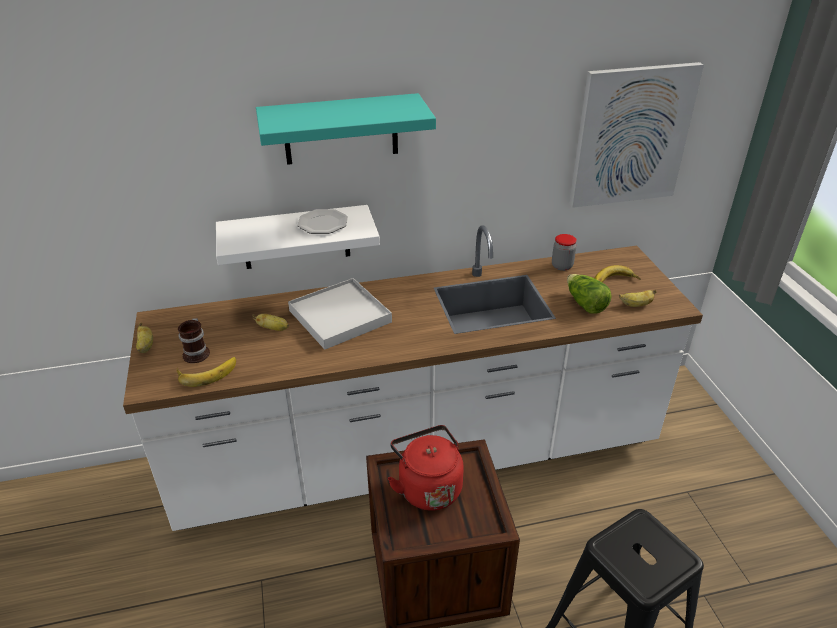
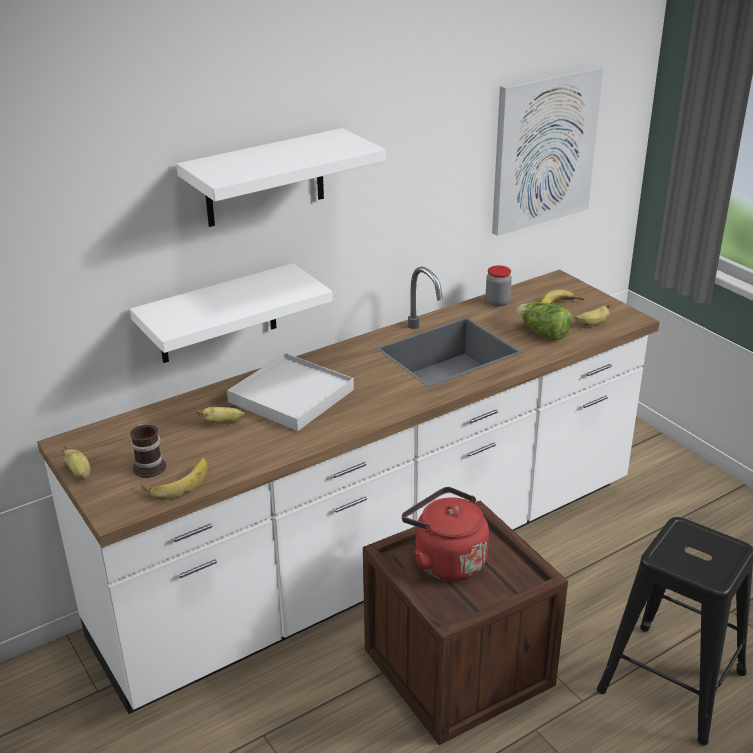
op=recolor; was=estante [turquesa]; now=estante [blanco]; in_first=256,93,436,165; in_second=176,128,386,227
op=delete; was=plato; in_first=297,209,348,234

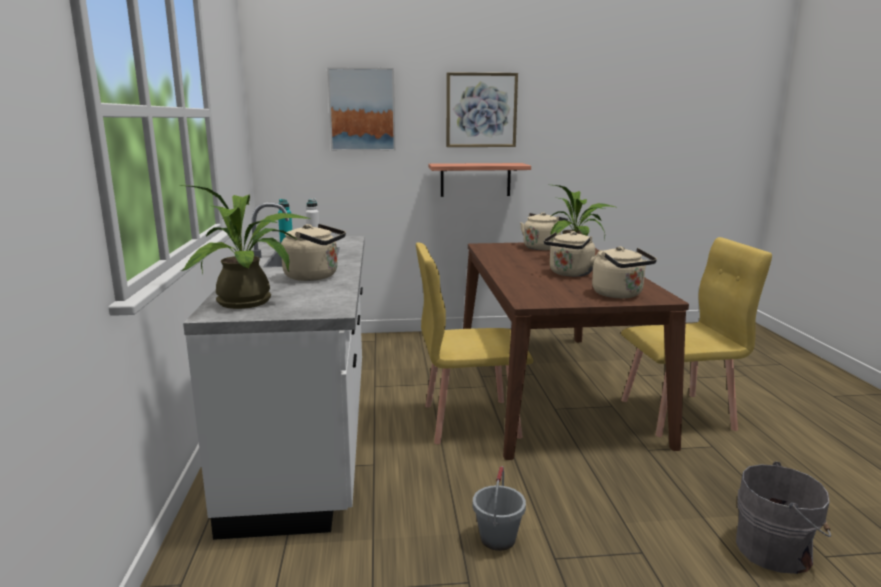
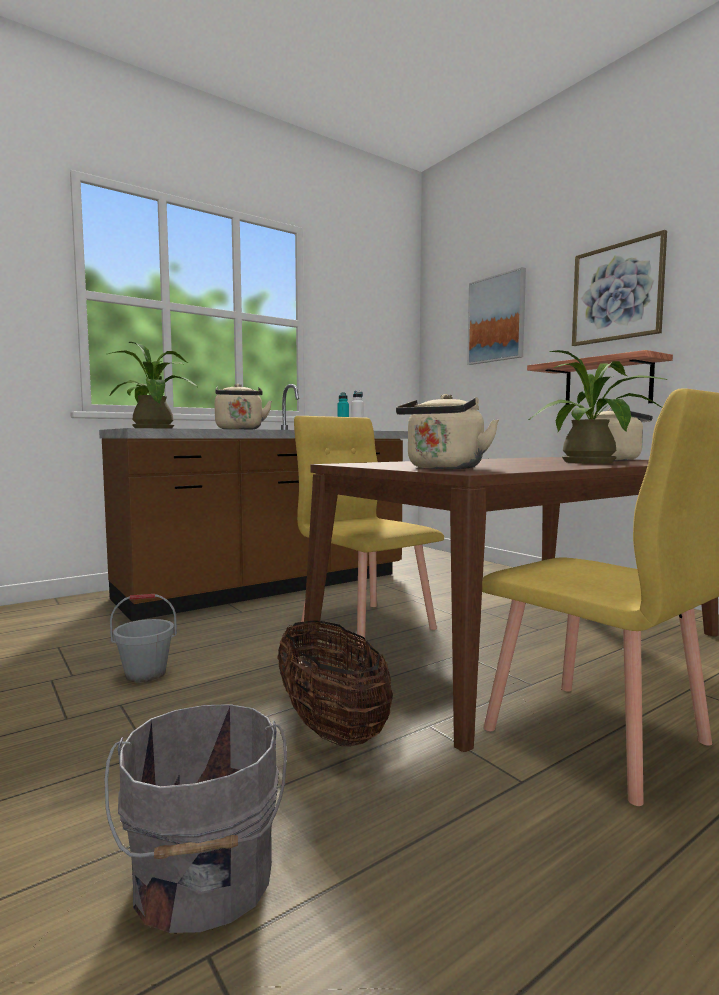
op=recolor; was=mueble bajo de cocina [blanco]; now=mueble bajo de cocina [marrón]; in_first=183,202,364,540; in_second=99,384,408,621
op=delete; was=hervidor [beis]; in_first=544,231,603,277
op=insert; now=cesta; in_second=277,620,393,747

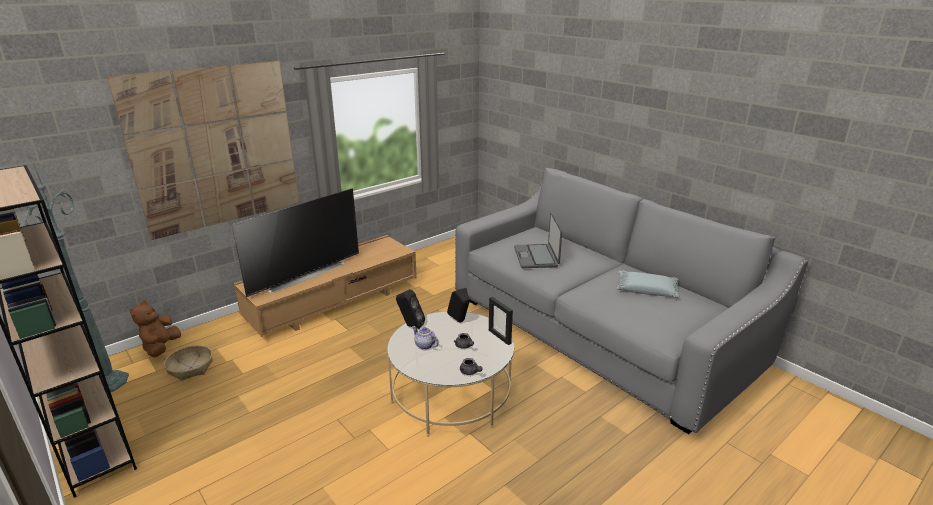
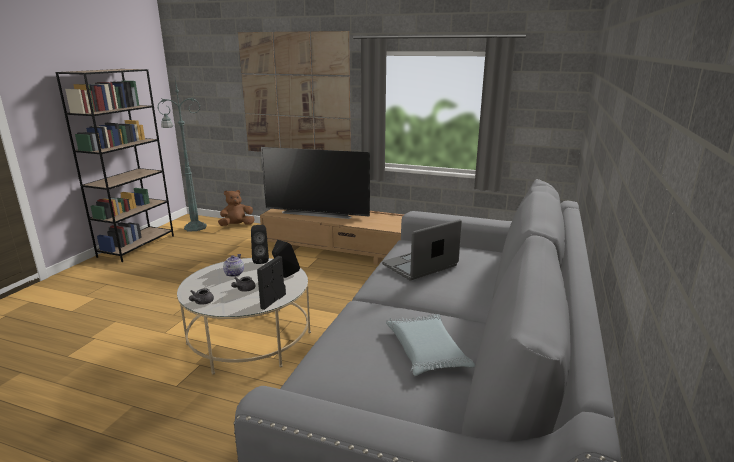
op=delete; was=cesta; in_first=164,345,213,381

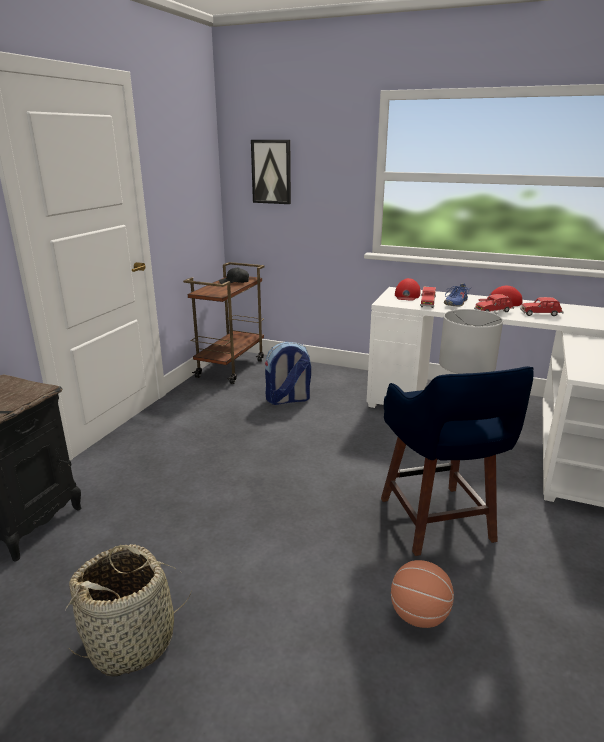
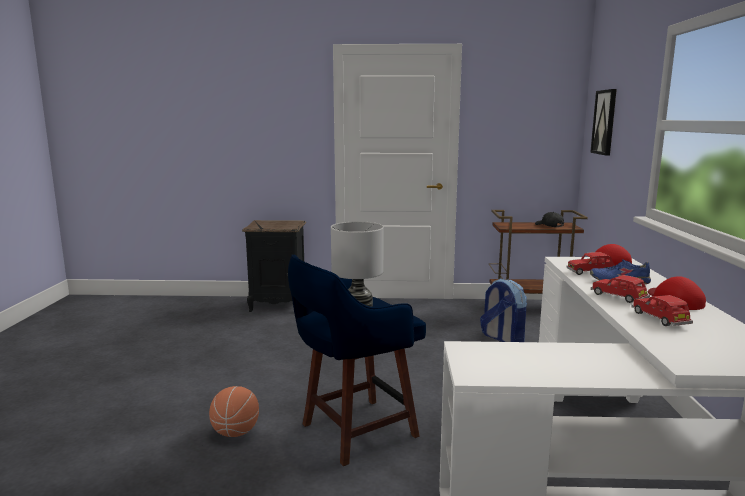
op=delete; was=cesta; in_first=65,544,192,677

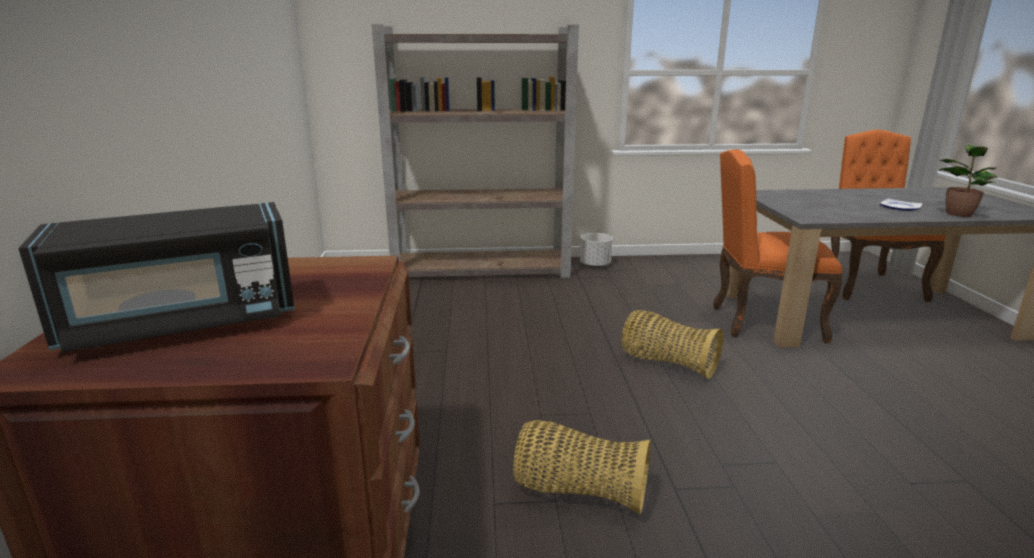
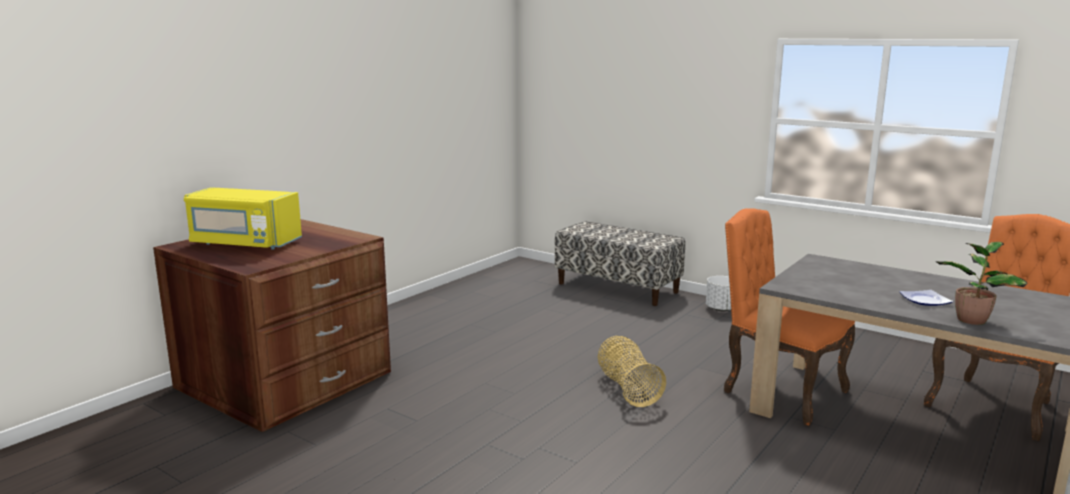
op=replace; was=estantería [marrón]; now=banco; in_first=372,24,579,278; in_second=555,221,685,306
op=recolor; was=microondas [negro]; now=microondas [amarillo]; in_first=18,202,295,353; in_second=184,187,302,250
op=delete; was=cesta; in_first=513,420,651,514

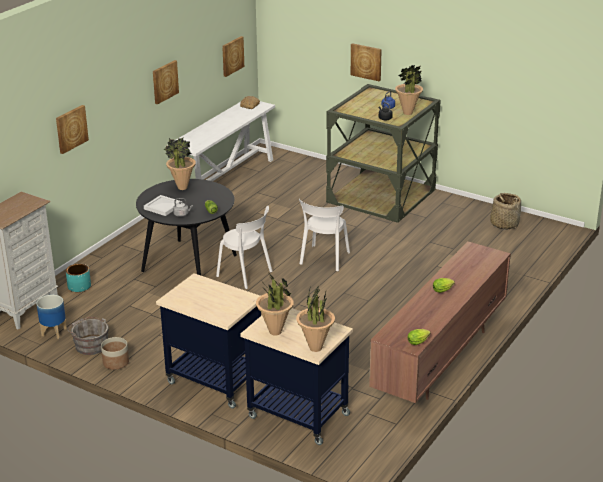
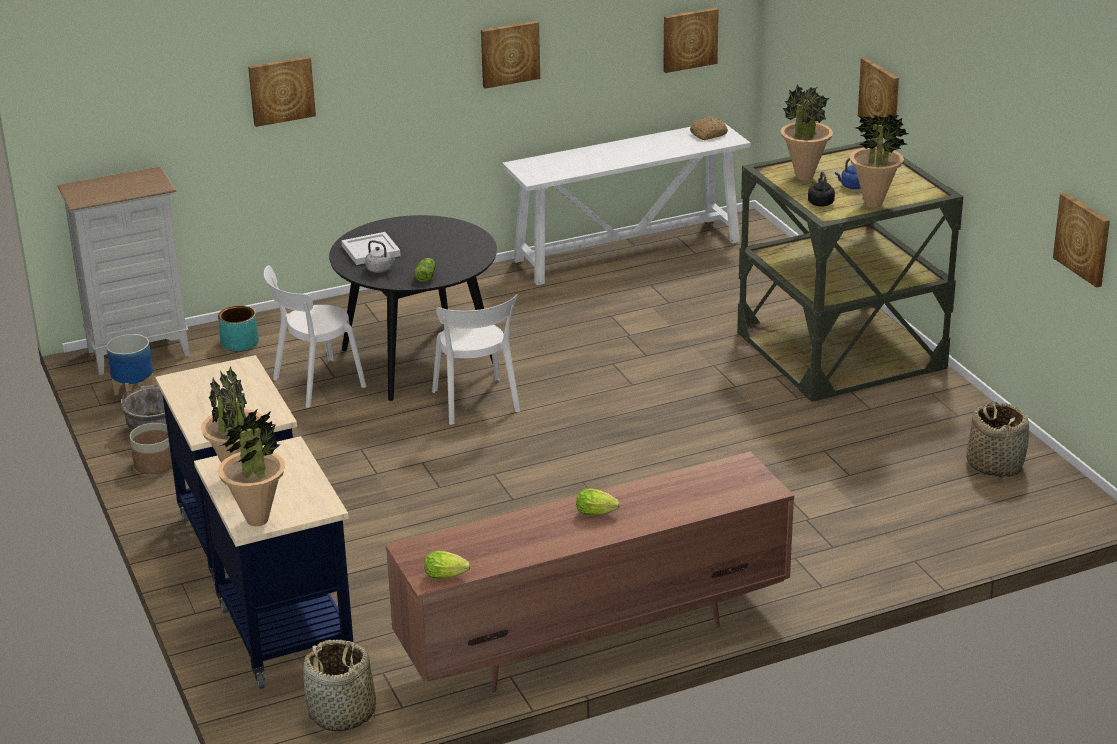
op=move; was=planta en maceta; in_first=164,137,196,190; in_second=781,84,833,181
op=move; was=silla [blanco]; in_first=299,199,350,271; in_second=264,265,366,408
op=insert; now=cuadro; in_second=1053,193,1110,288
op=insert; now=cesta; in_second=303,640,376,731

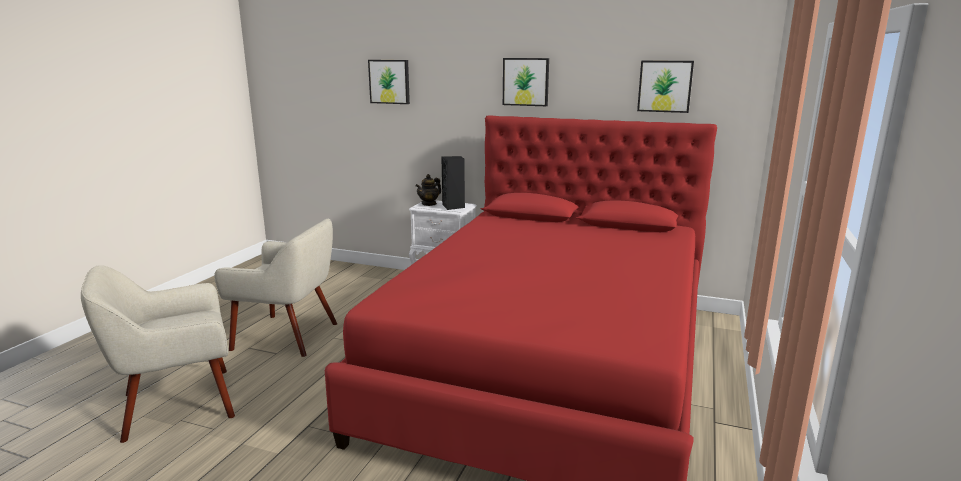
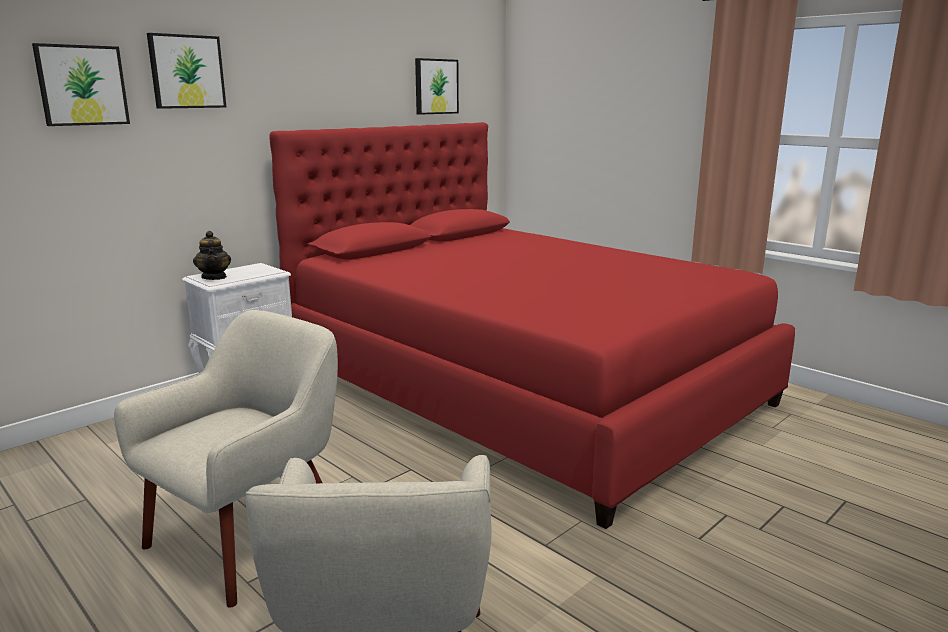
op=move; was=cuadro; in_first=503,58,549,106; in_second=147,33,227,109
op=delete; was=altavoz [negro]; in_first=441,156,465,210

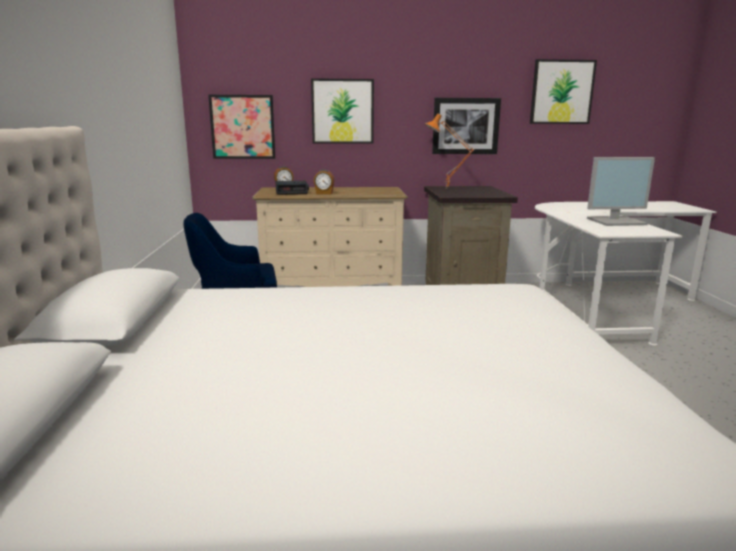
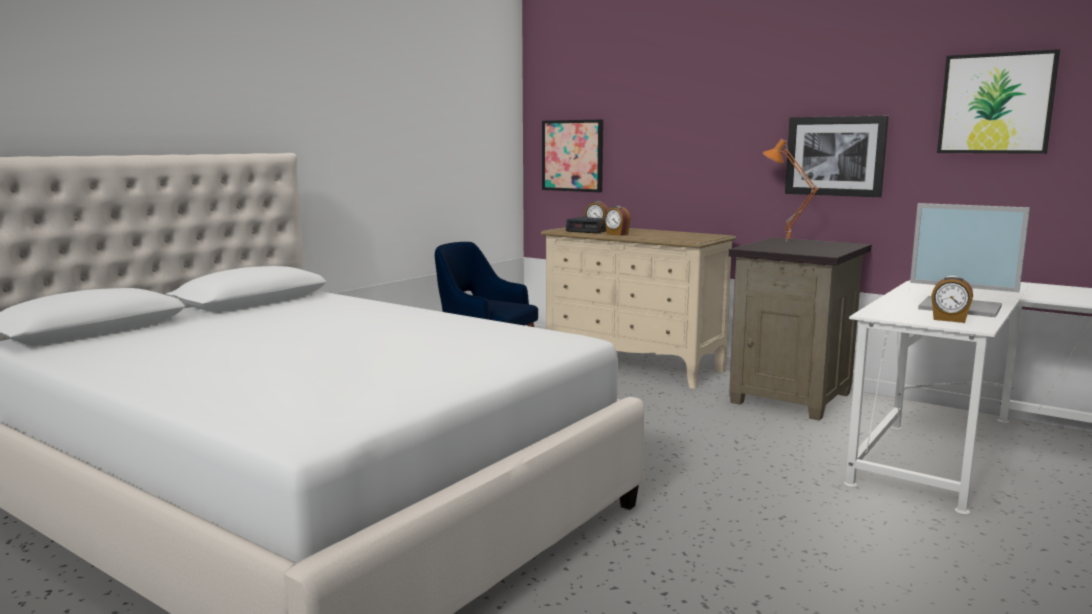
op=delete; was=cuadro; in_first=311,78,374,144
op=insert; now=despertador; in_second=931,276,973,323

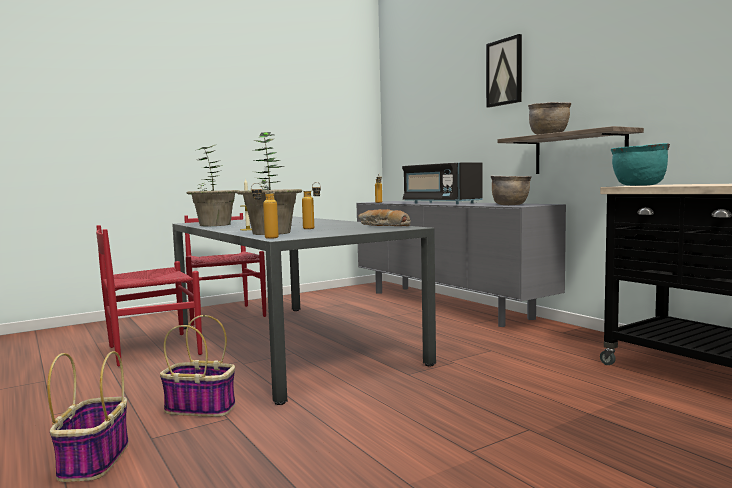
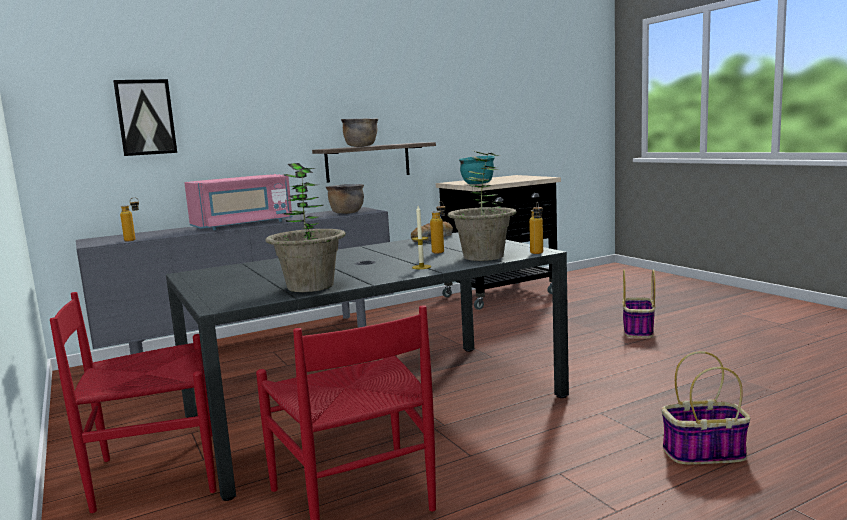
op=move; was=cuadro; in_first=486,34,522,108; in_second=113,79,177,156
op=recolor; was=microondas [negro]; now=microondas [rosa]; in_first=402,162,483,204; in_second=184,174,292,230
op=move; was=cesta; in_first=160,315,235,417; in_second=622,269,656,338

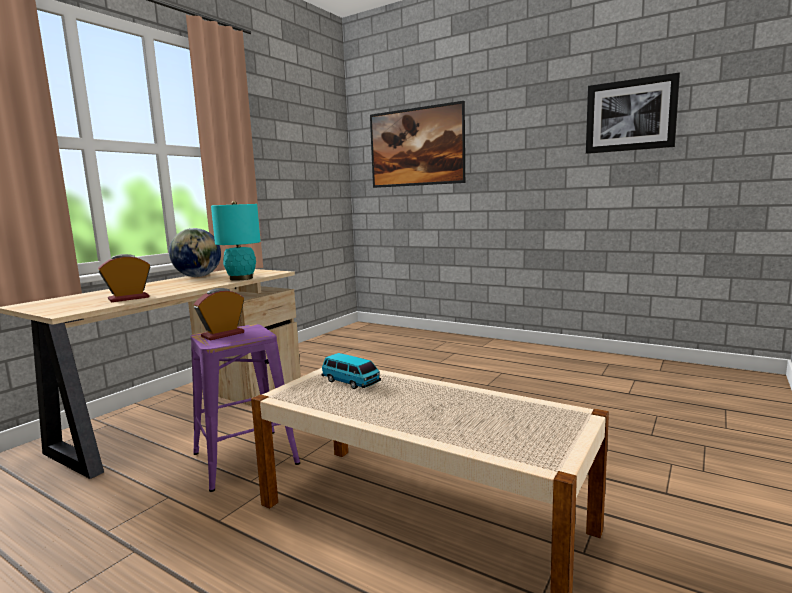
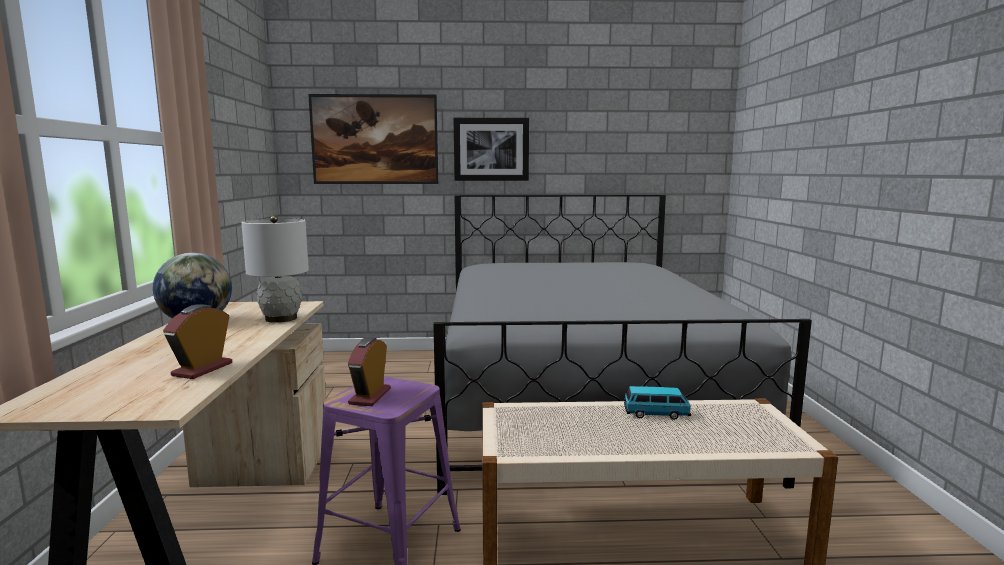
op=move; was=cuadro; in_first=586,73,680,154; in_second=454,118,529,181
op=recolor; was=lámpara de mesa [turquesa]; now=lámpara de mesa [blanco]; in_first=211,201,261,281; in_second=241,216,309,323
op=move; was=coche de juguete; in_first=321,353,381,389; in_second=624,386,691,420
op=insert; now=cama [gris]; in_second=433,195,812,495

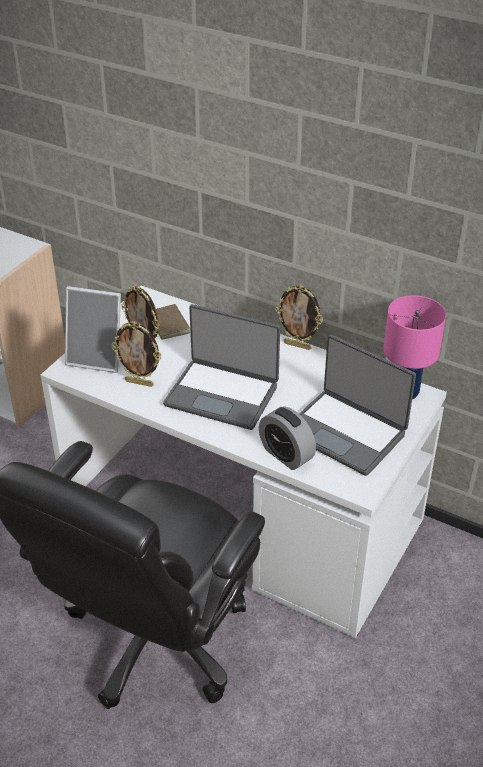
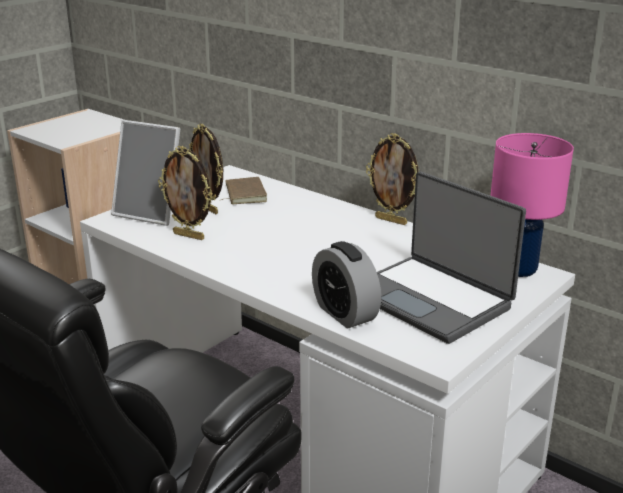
op=delete; was=portátil; in_first=163,304,280,430

